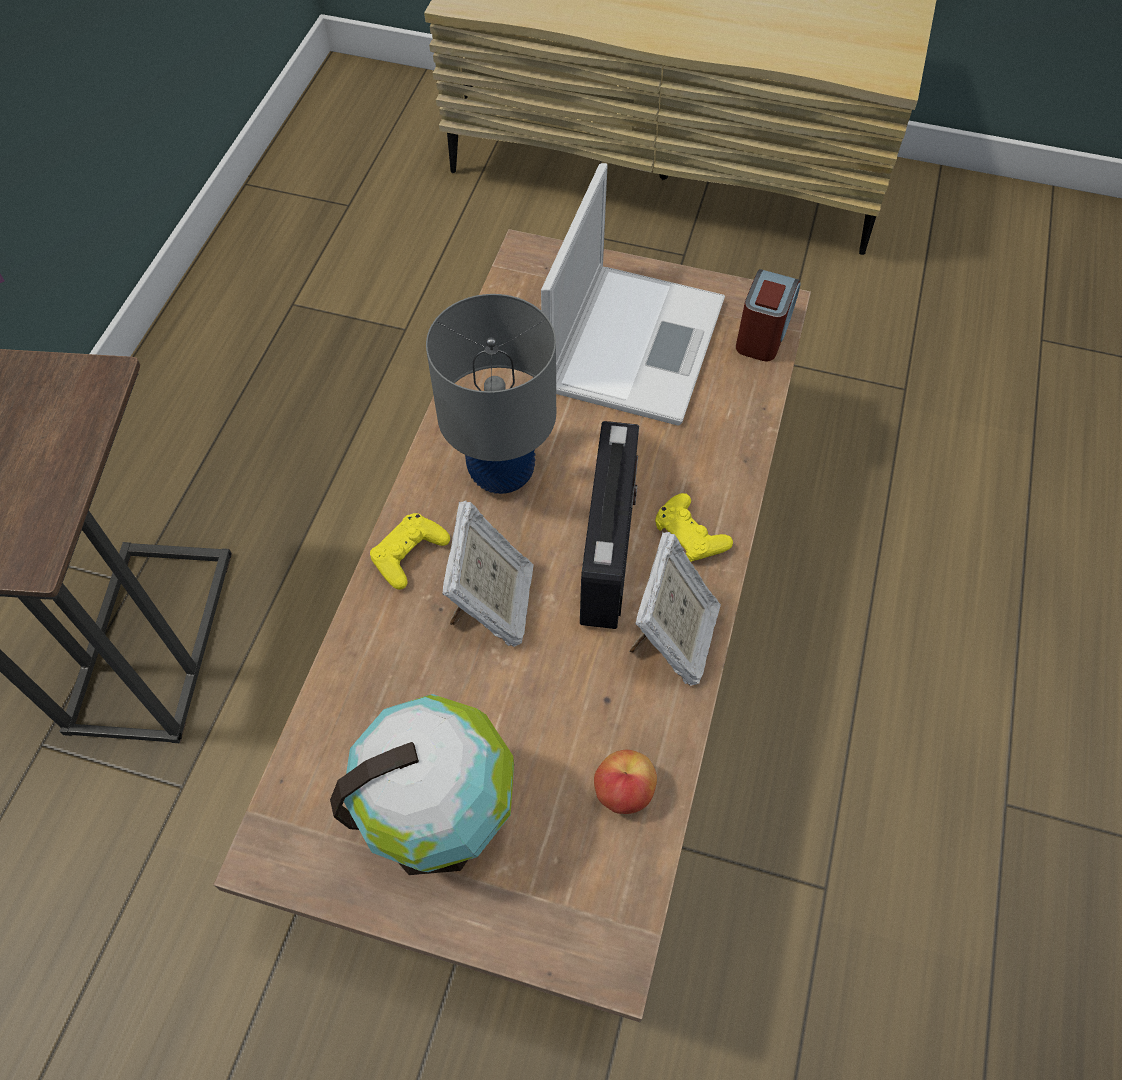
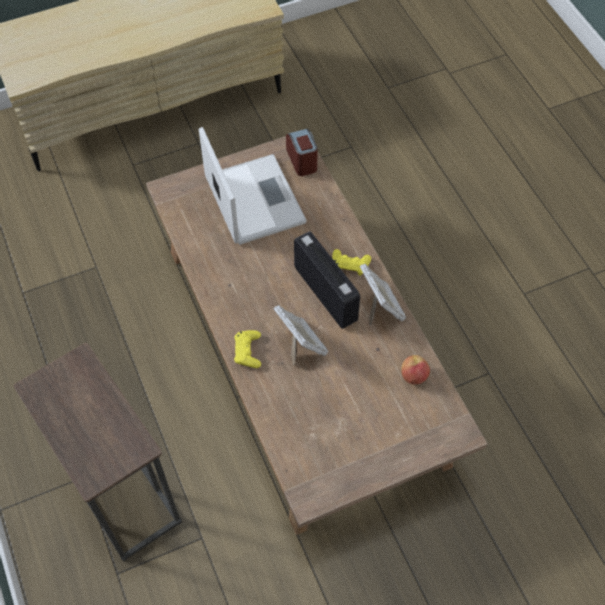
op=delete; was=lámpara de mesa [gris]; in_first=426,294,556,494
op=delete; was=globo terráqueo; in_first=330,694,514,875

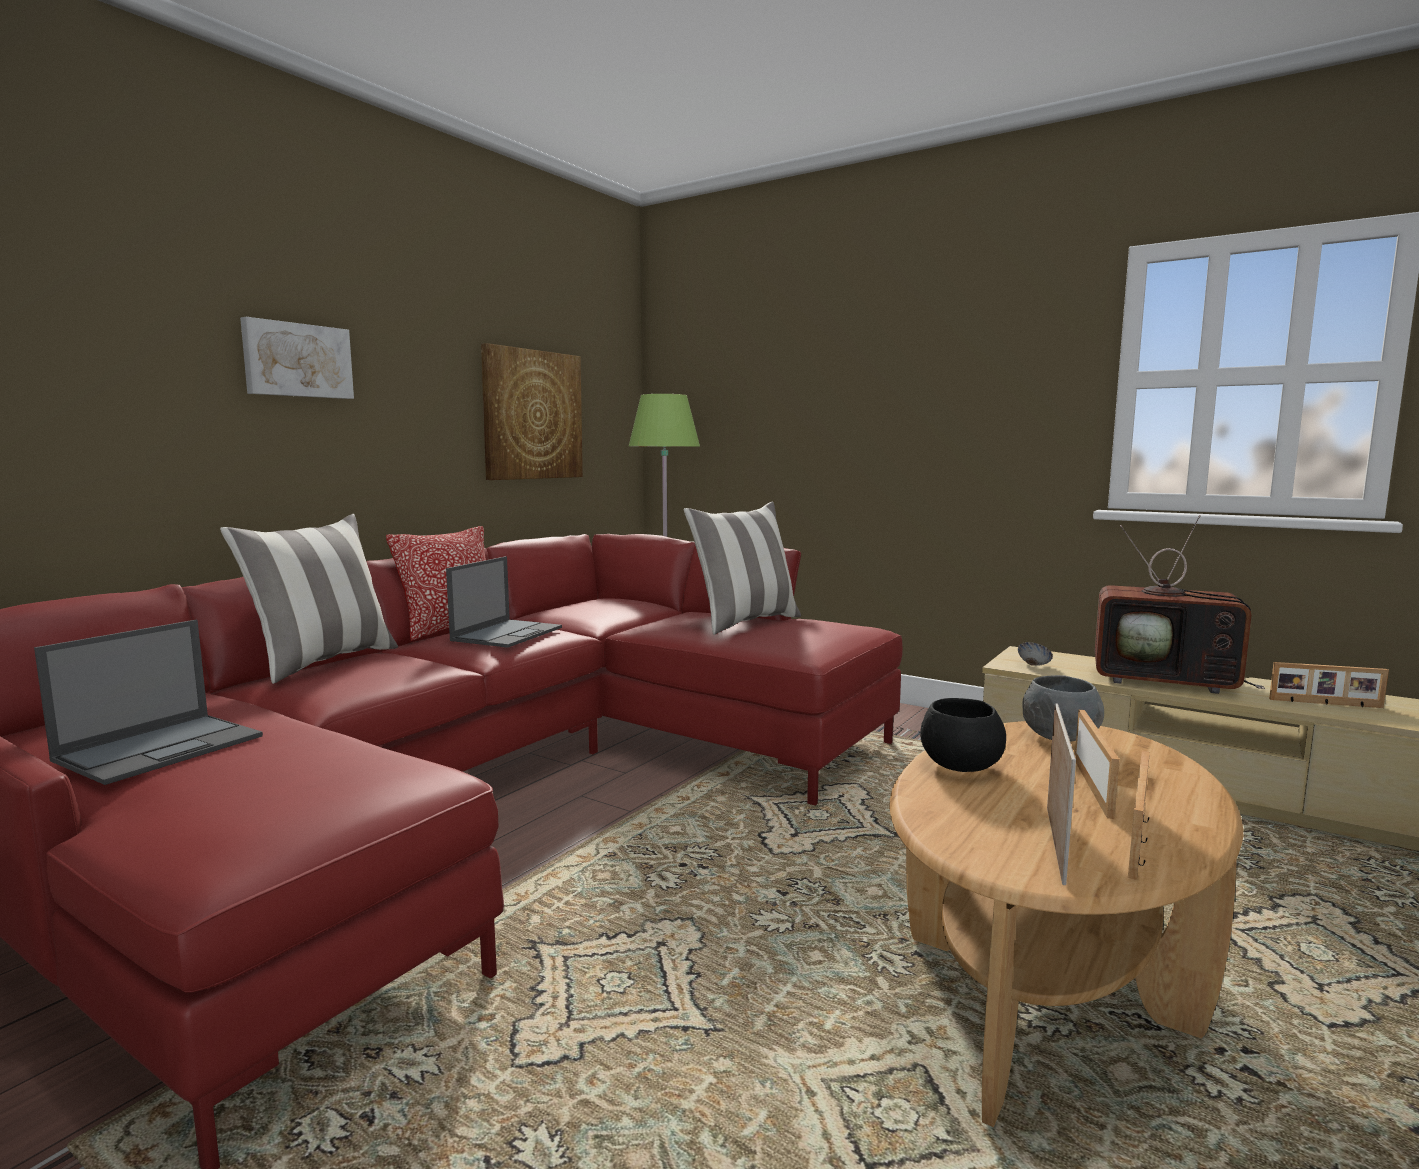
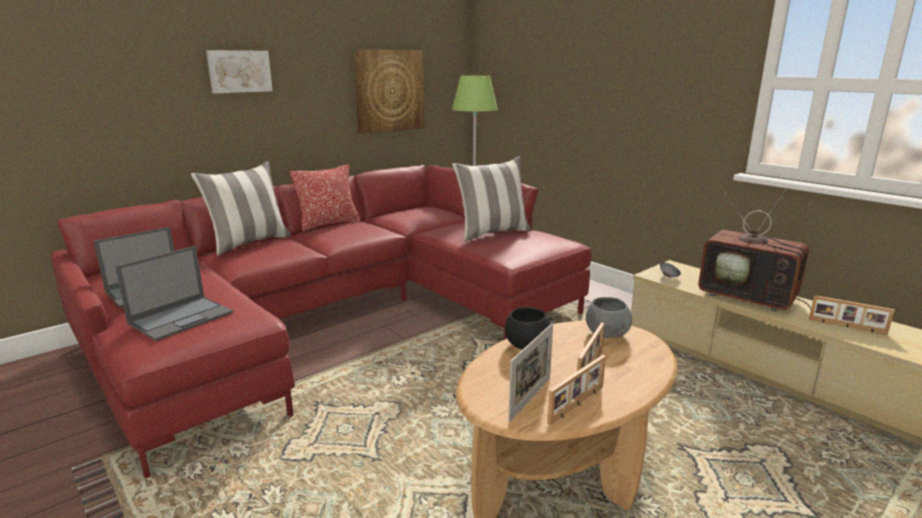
op=move; was=portátil; in_first=446,556,562,648; in_second=115,246,233,341

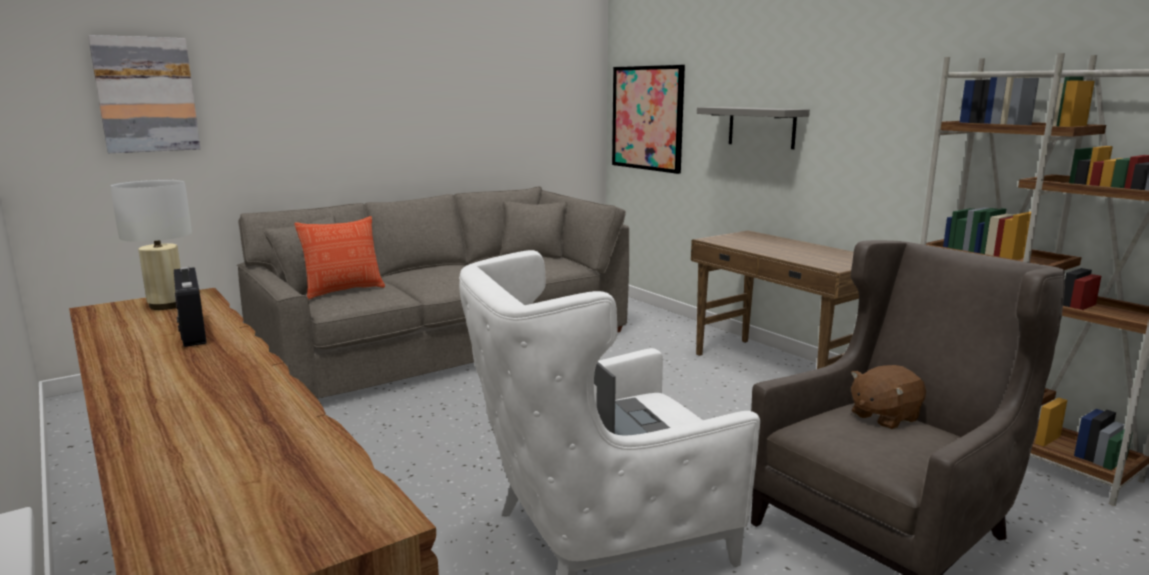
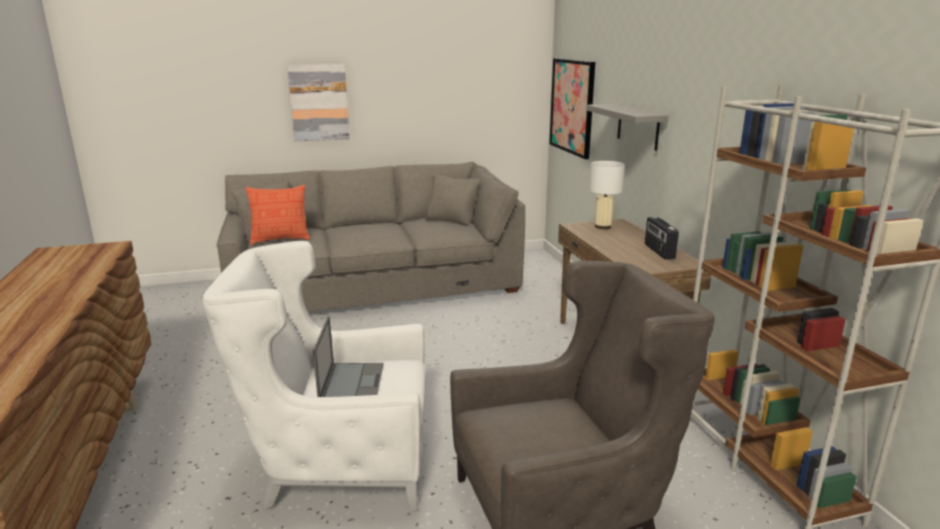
op=move; was=cuadro; in_first=88,35,200,153; in_second=287,64,350,141
op=move; was=lámpara de mesa [blanco]; in_first=110,179,192,310; in_second=589,161,625,229
op=move; was=radio; in_first=174,267,207,347; in_second=645,217,679,260
op=delete; was=peluche [marrón]; in_first=851,365,926,429

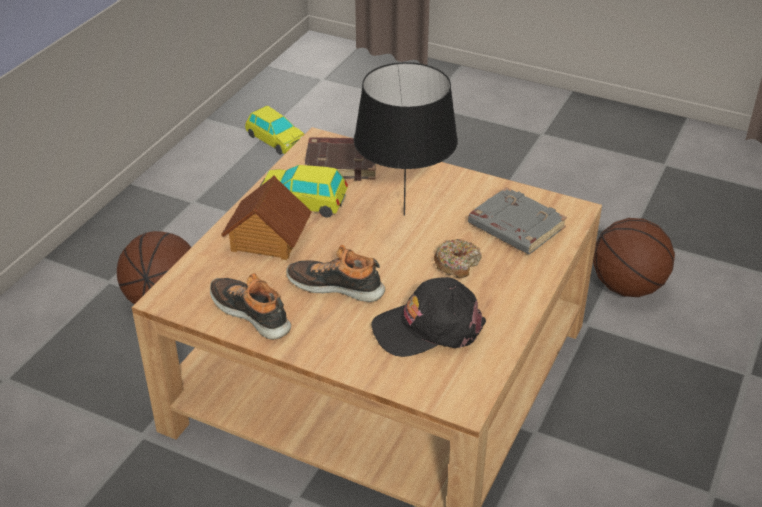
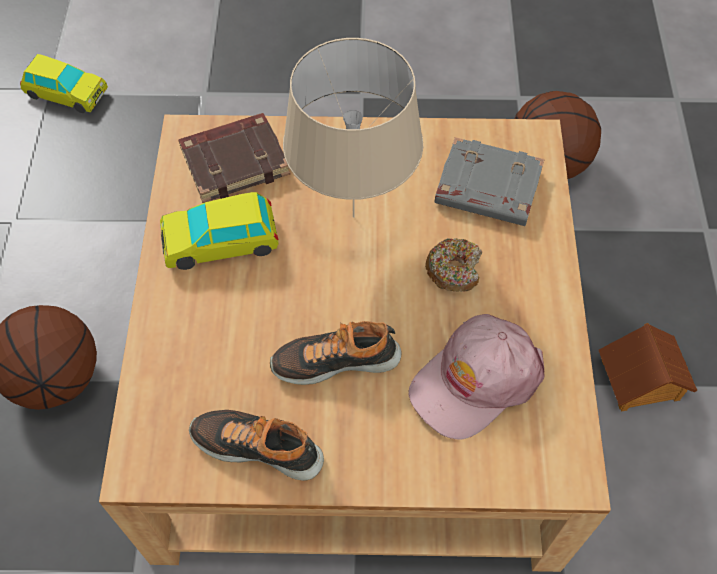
op=recolor; was=lámpara de mesa [negro]; now=lámpara de mesa [beis]; in_first=354,62,458,216; in_second=283,38,423,218
op=move; was=casita; in_first=221,176,312,260; in_second=599,323,698,412
op=recolor; was=gorra [negro]; now=gorra [rosa]; in_first=371,277,486,357; in_second=409,314,544,440

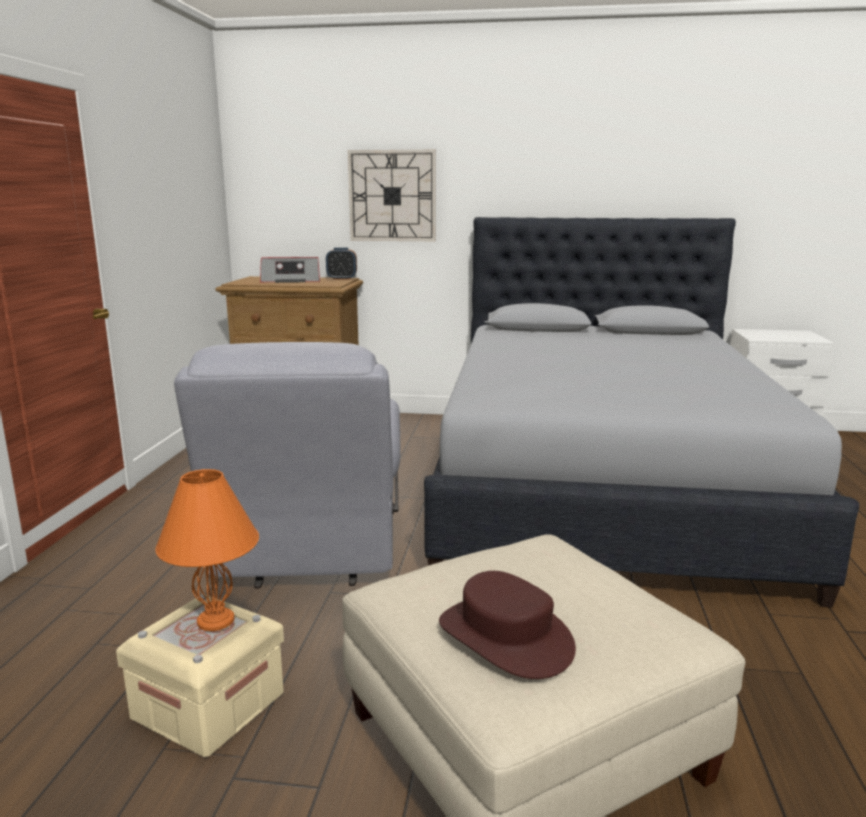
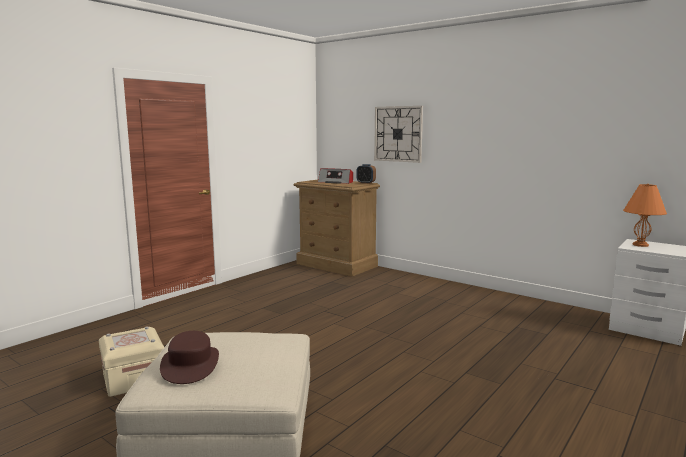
op=delete; was=cama [gris]; in_first=424,217,859,607
op=delete; was=sillón [gris]; in_first=174,342,401,589
op=move; was=lámpara de mesa [naranja]; in_first=155,469,259,631; in_second=623,184,667,247

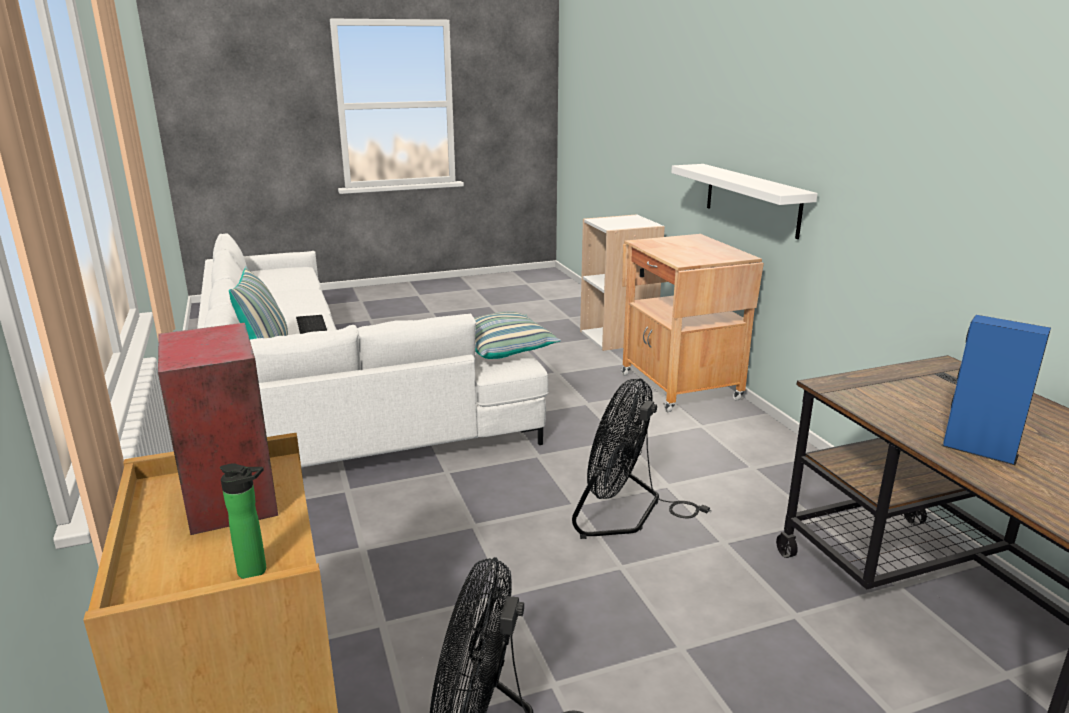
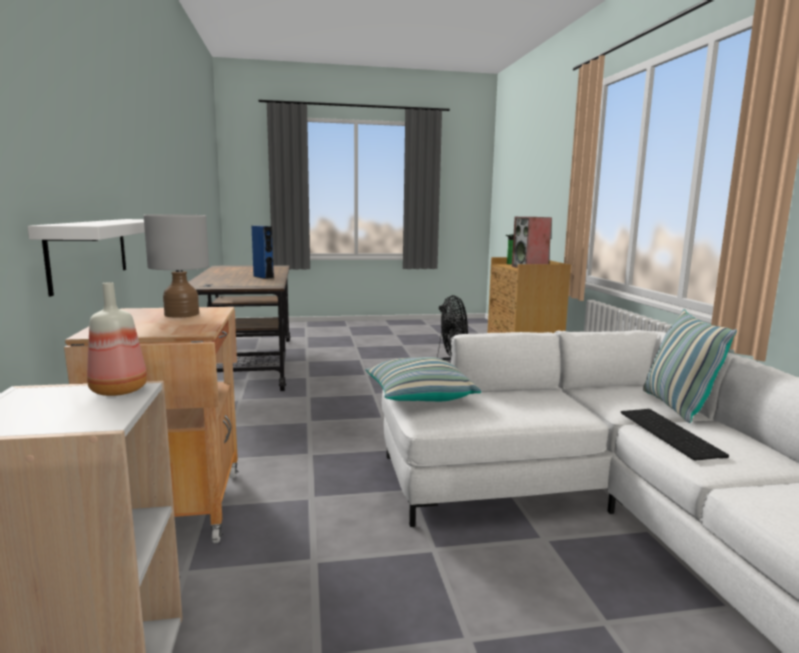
op=delete; was=ventilador [negro]; in_first=572,378,710,539
op=insert; now=lámpara de mesa [gris]; in_second=143,214,209,318
op=insert; now=botella; in_second=87,282,147,396

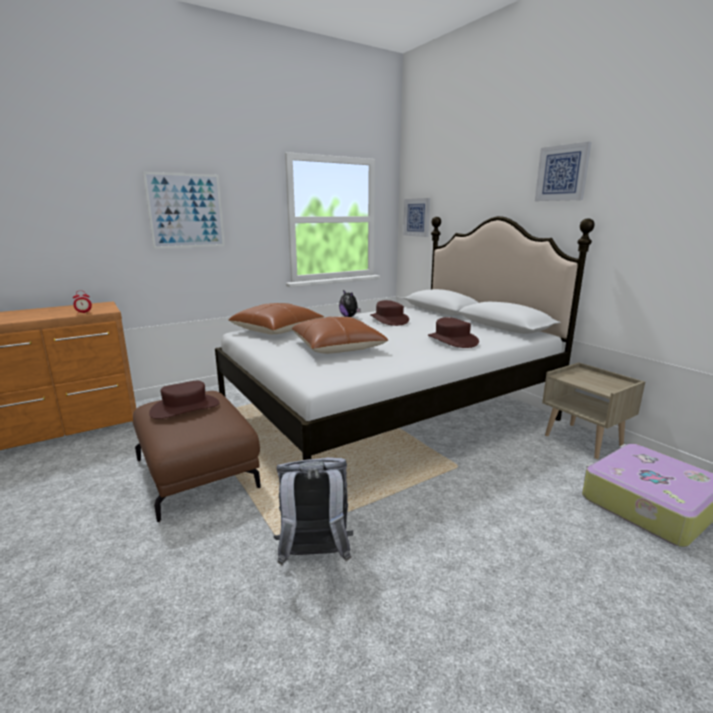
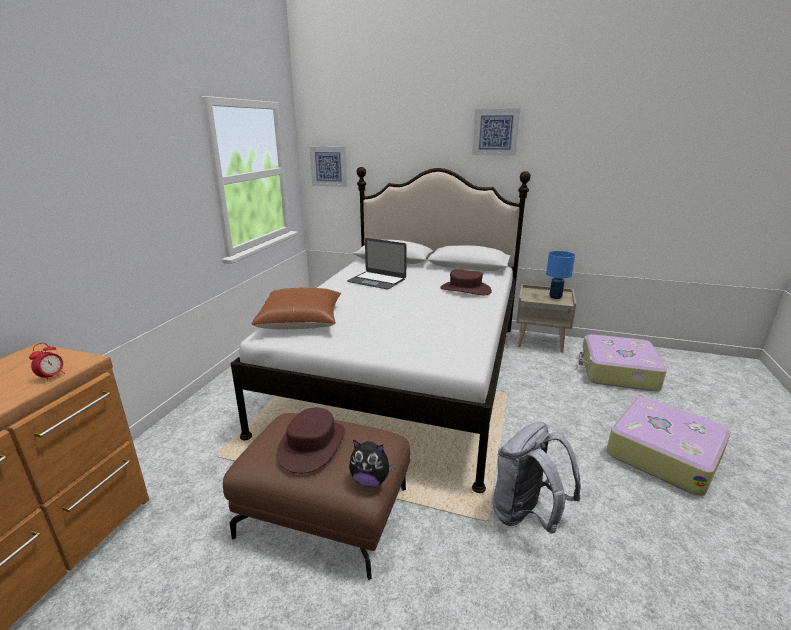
op=delete; was=cuadro; in_first=143,171,225,249
op=move; was=peluche; in_first=339,290,361,317; in_second=349,439,395,487
op=replace; was=sombrero [marrón]; now=portátil; in_first=370,300,409,326; in_second=347,238,407,289
op=delete; was=cojín [marrón]; in_first=292,317,388,354
op=insert; now=lámpara de mesa [azul]; in_second=546,251,575,299
op=insert; now=maleta; in_second=607,397,731,496

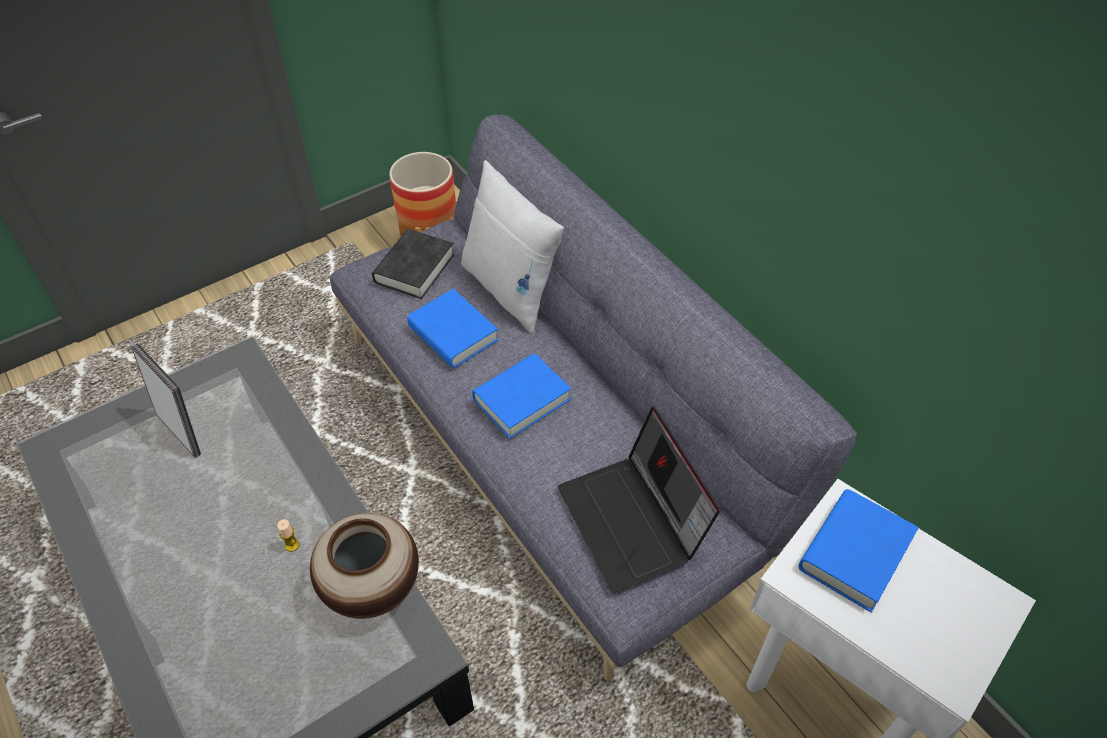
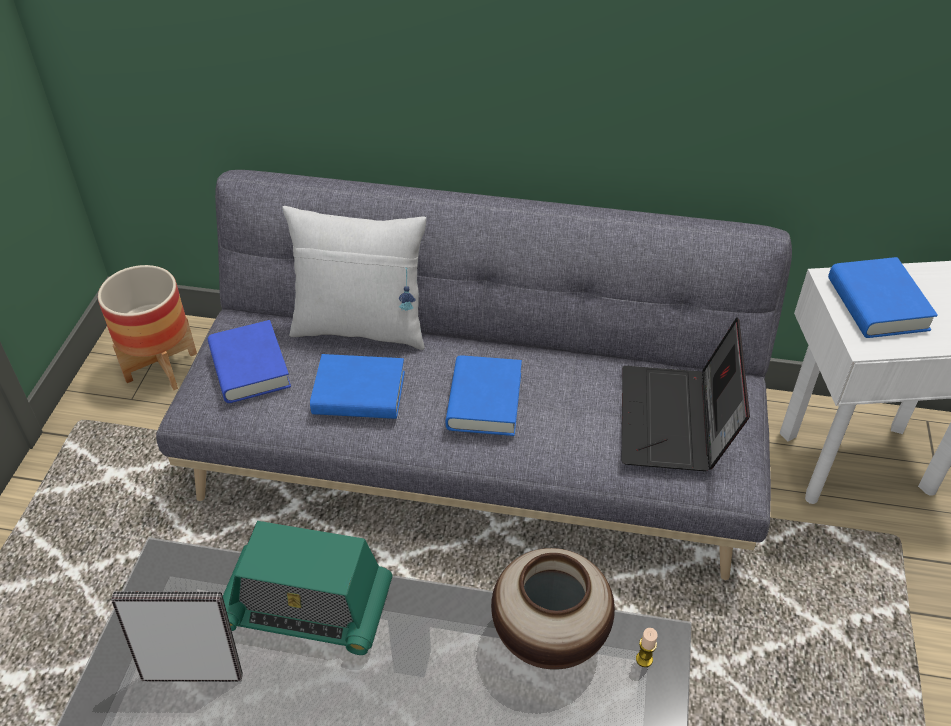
op=recolor; was=libro [negro]; now=libro [azul]; in_first=372,229,454,299; in_second=208,320,291,403
op=rotate; was=portátil; in_first=558,407,720,592; in_second=622,317,750,471; clockwise=75
op=move; was=vela; in_first=277,519,299,552; in_second=636,628,658,667
op=insert; now=radio; in_second=223,521,392,655

